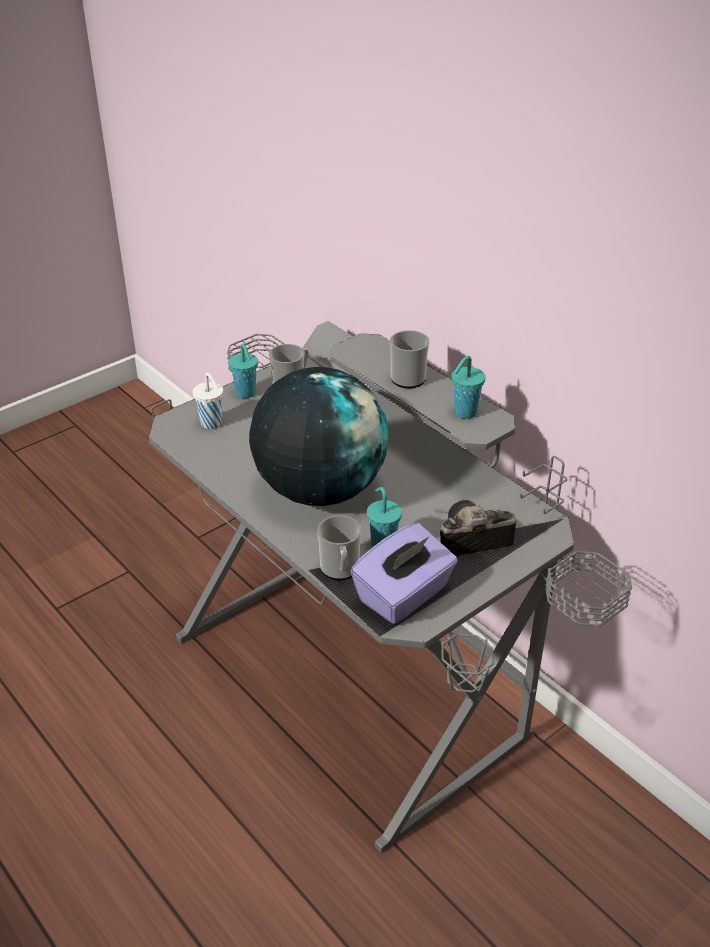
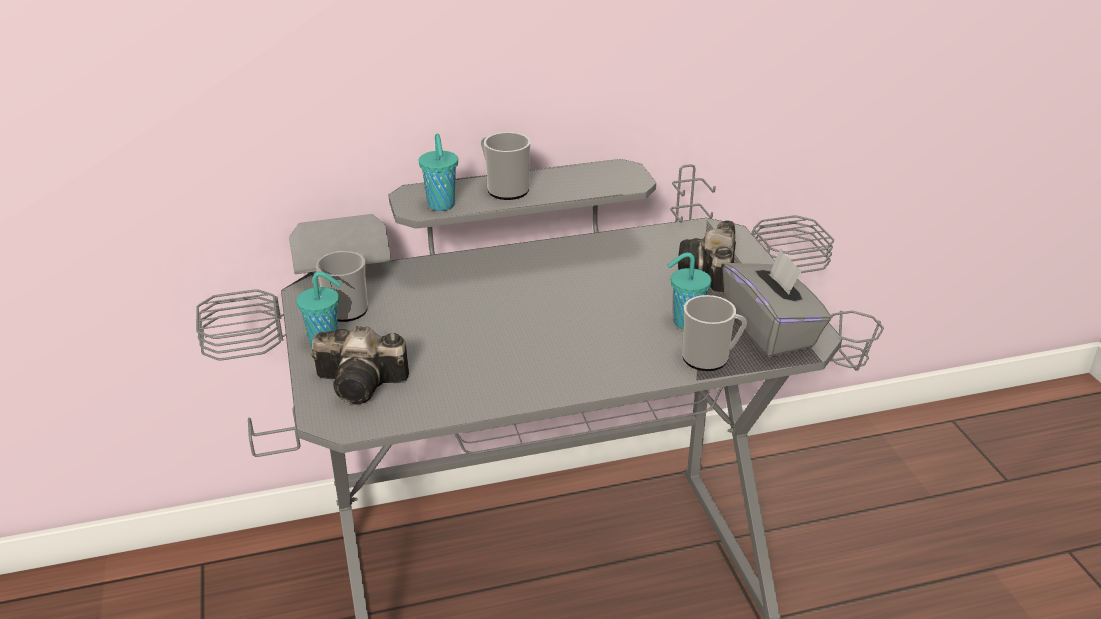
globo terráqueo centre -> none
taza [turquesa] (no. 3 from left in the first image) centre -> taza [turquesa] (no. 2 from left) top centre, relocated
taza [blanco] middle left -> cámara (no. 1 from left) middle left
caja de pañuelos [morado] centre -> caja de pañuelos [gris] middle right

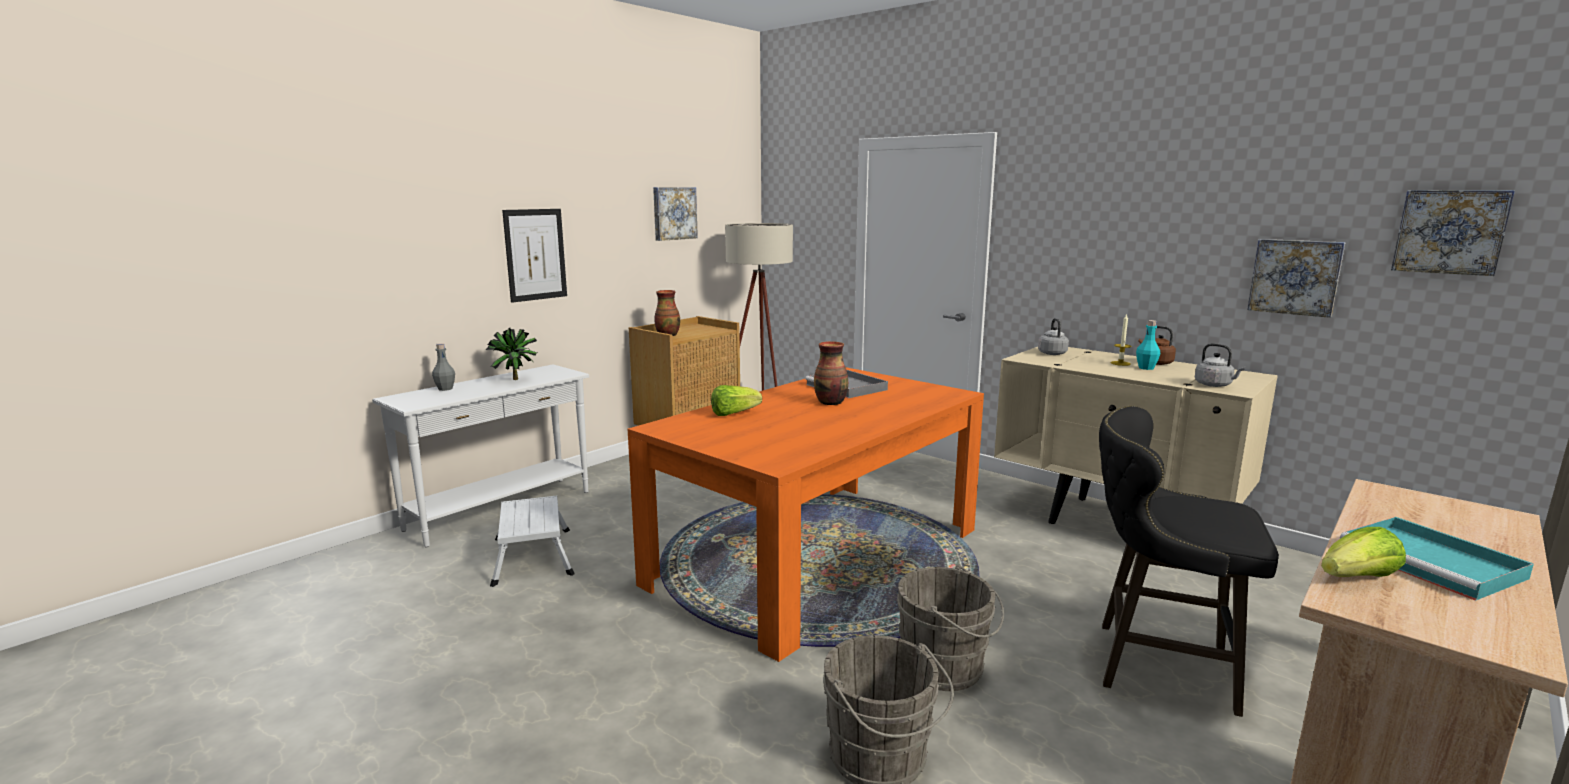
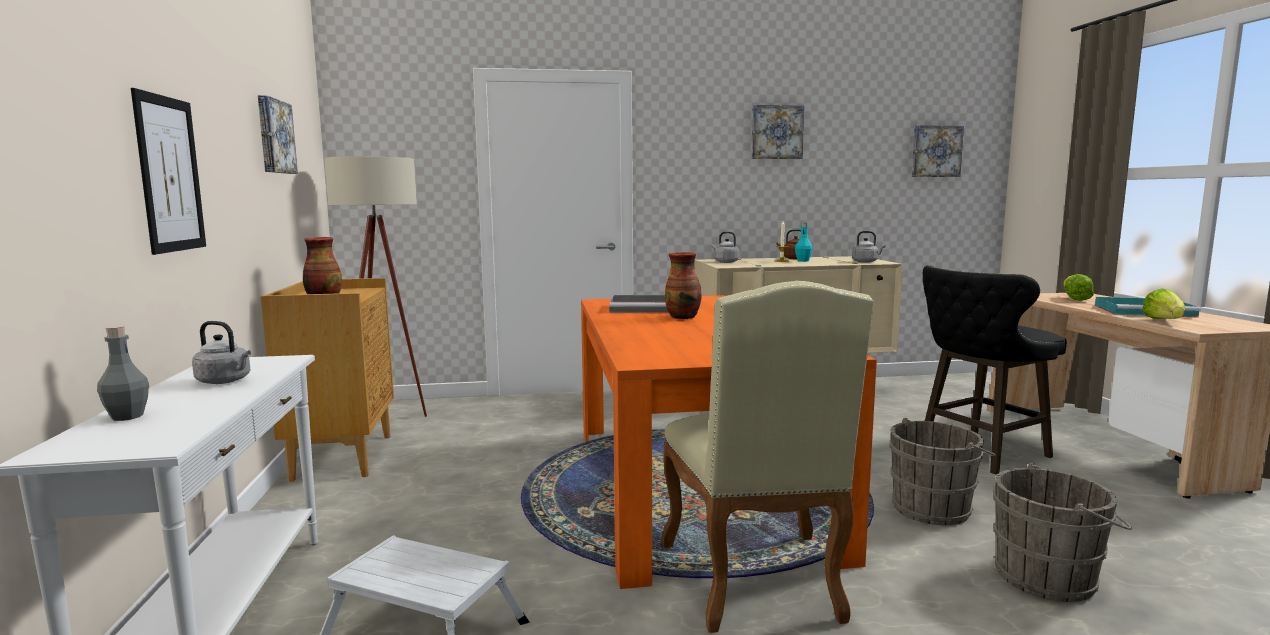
none -> silla [beis] bottom centre
lechuga (no. 1 from left) centre -> lechuga (no. 1 from left) middle right, relocated
cuadro (no. 3 from left) middle right -> cuadro (no. 3 from left) top centre, relocated
planta en maceta middle left -> hervidor [gris] (no. 1 from left) middle left

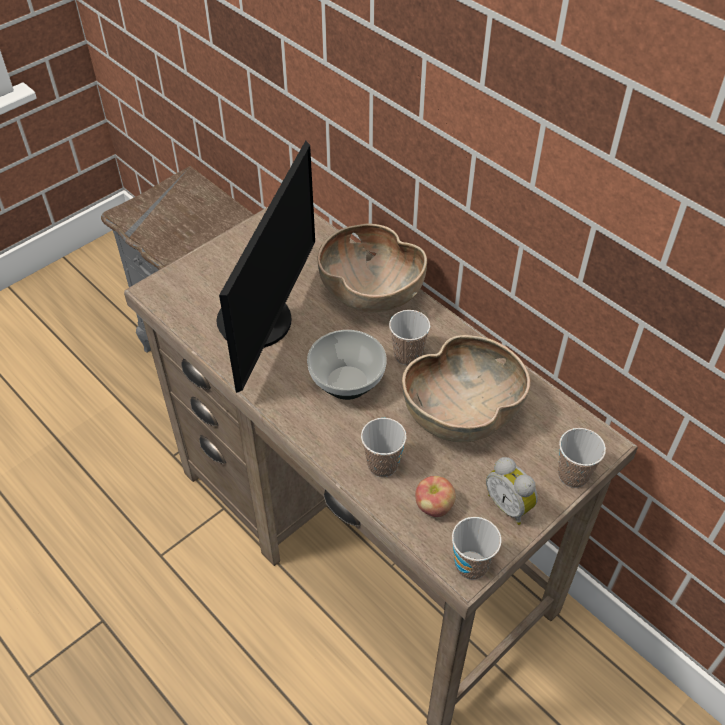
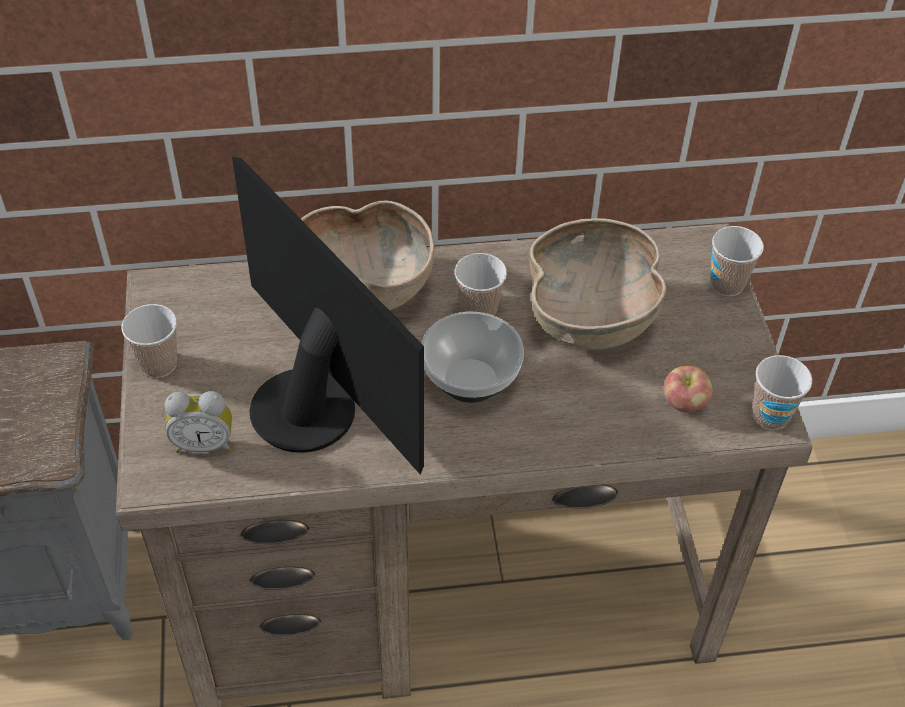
taza (no. 1 from left) centre -> taza (no. 1 from left) middle left, relocated
despertador bottom right -> despertador middle left, relocated

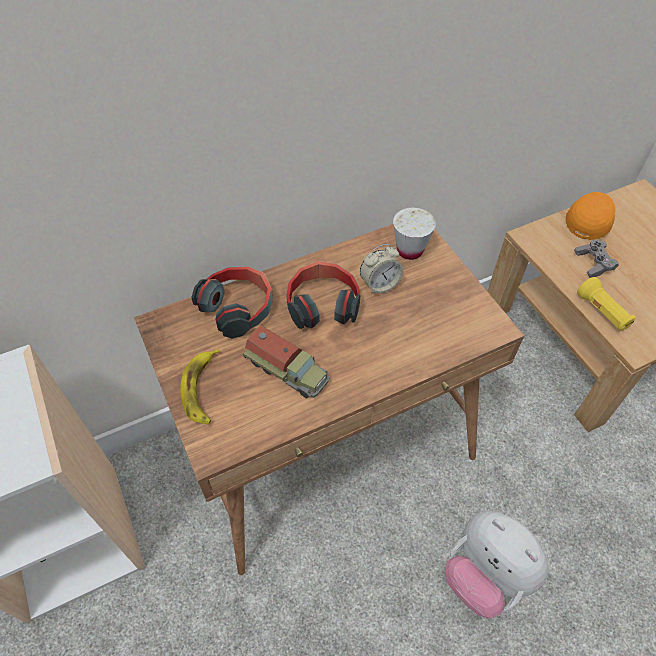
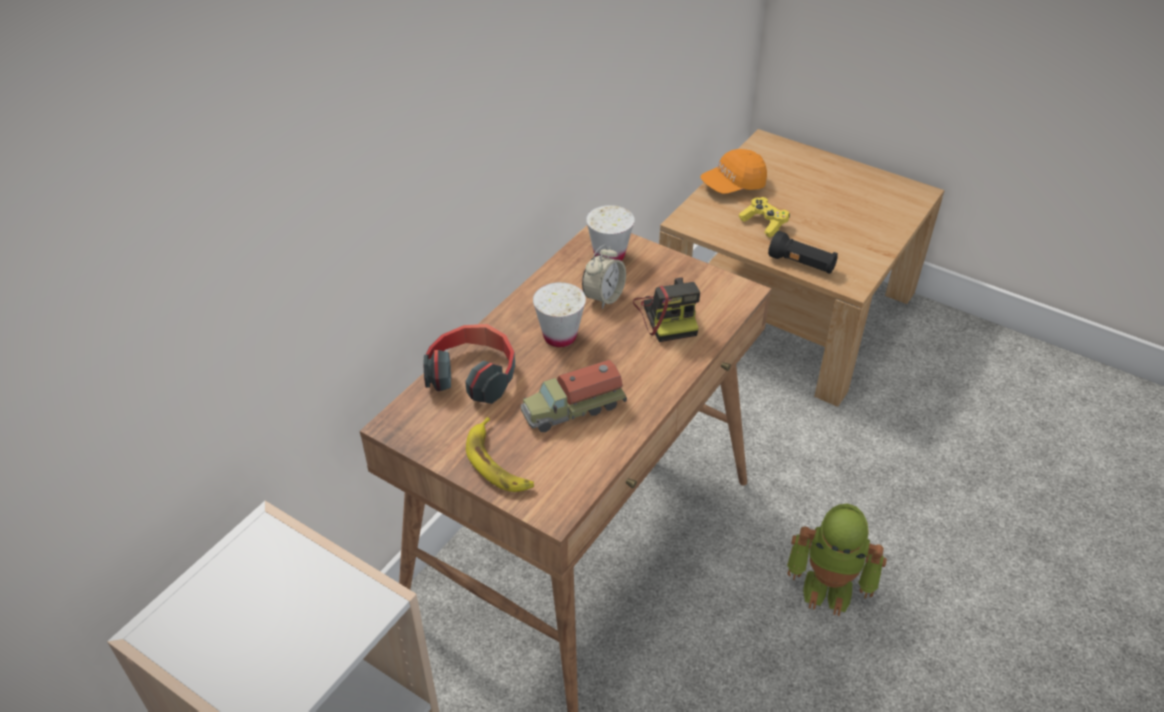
none -> cámara centre
auriculares (no. 2 from left) centre -> taza [blanco] (no. 1 from left) centre
peluche bottom right -> robot de juguete bottom right
mando de consola [gris] middle right -> mando de consola [amarillo] top centre
linterna [amarillo] middle right -> linterna [negro] middle right
camión de juguete centre, 150 degrees clockwise
gorra [naranja] top right -> gorra [naranja] top centre, 120 degrees counterclockwise

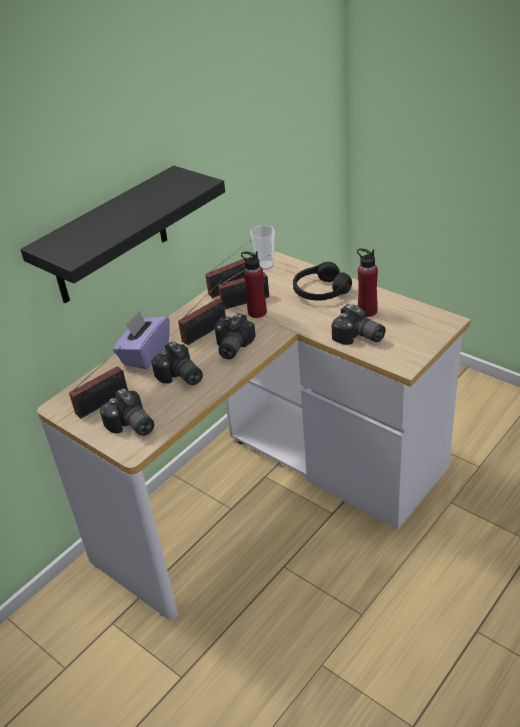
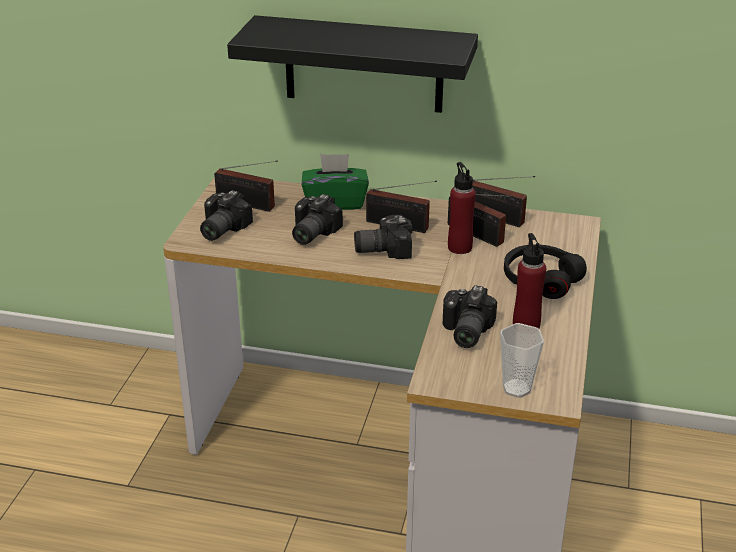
taza centre -> taza middle right, relocated
caja de pañuelos [morado] middle left -> caja de pañuelos [verde] top centre

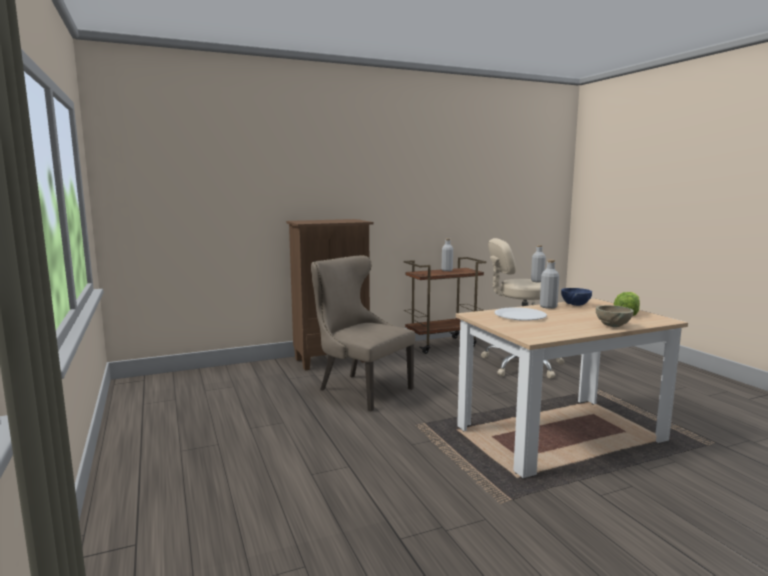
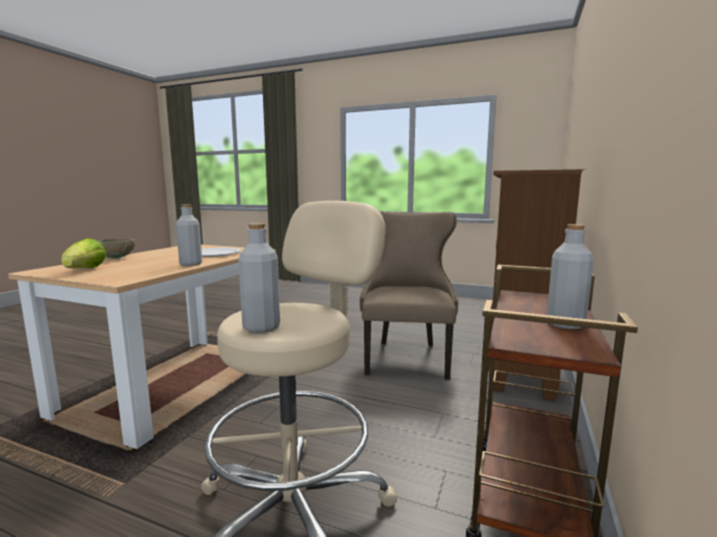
cuenco [azul] middle right -> none
silla [beis] centre, 75 degrees counterclockwise

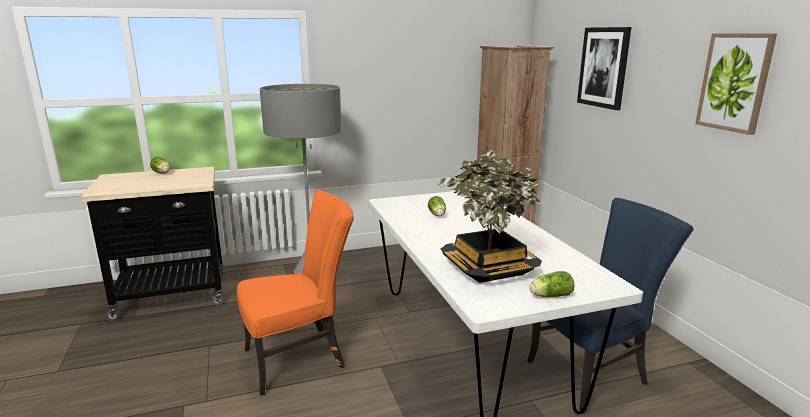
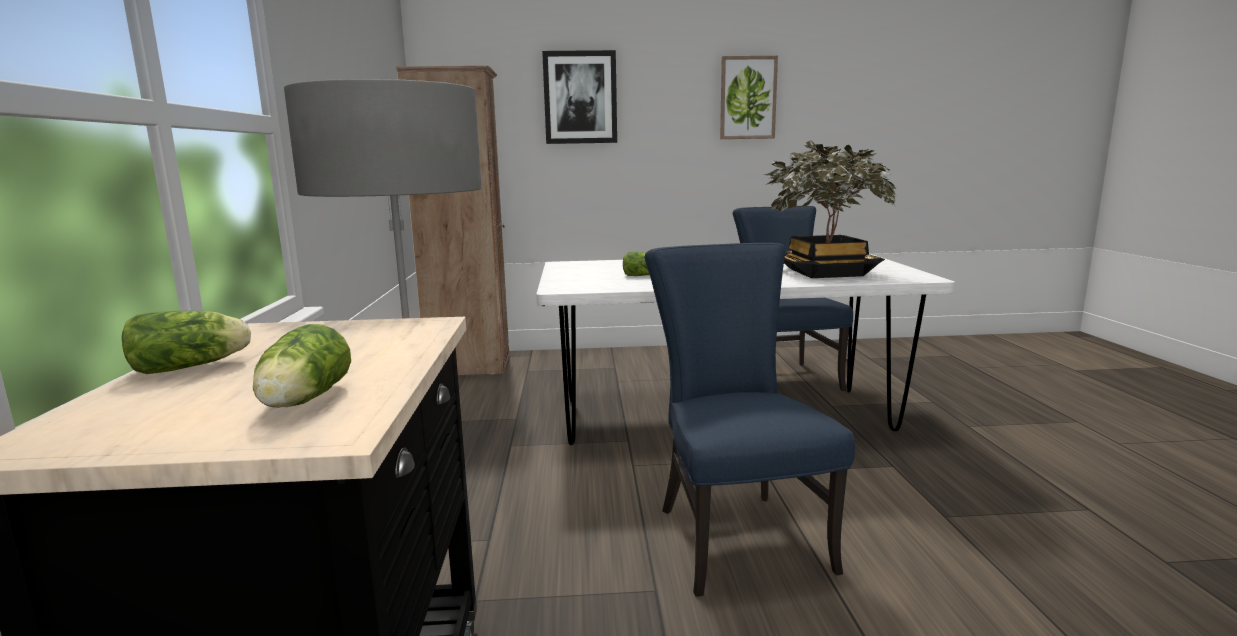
lechuga (no. 3 from left in the first image) bottom right -> lechuga (no. 2 from left) middle left, relocated
silla [naranja] bottom centre -> silla [azul] (no. 1 from left) centre

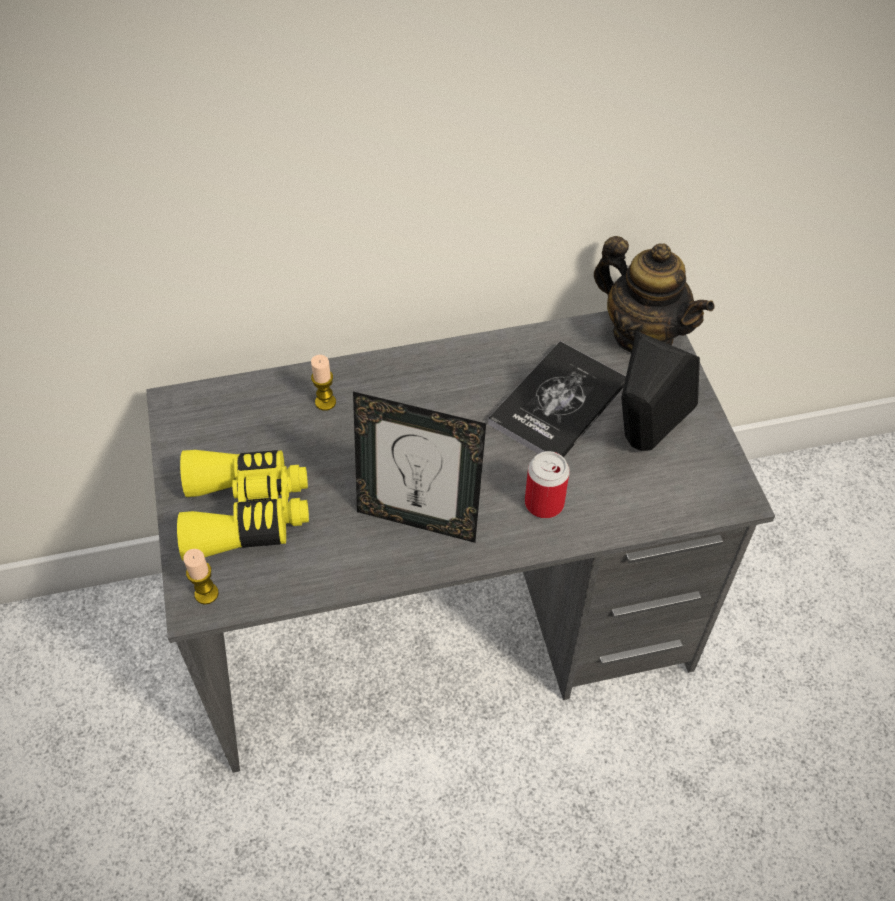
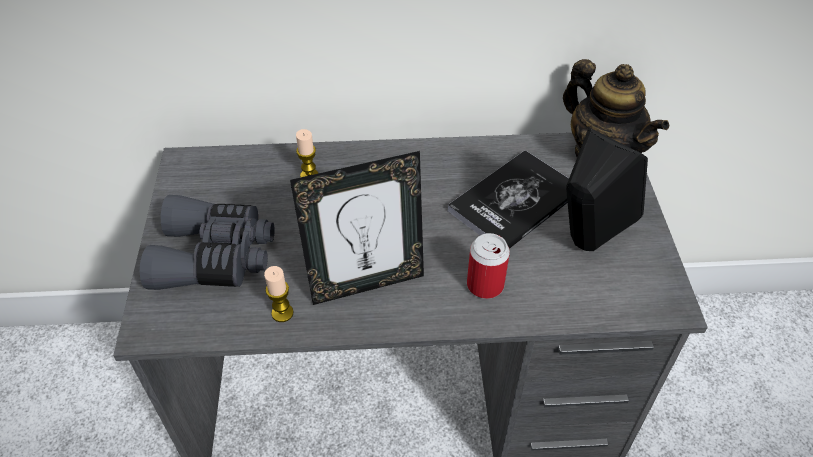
vela (no. 1 from left) middle left -> vela (no. 1 from left) centre, relocated
prismáticos [amarillo] middle left -> prismáticos [gris] middle left
portarretratos centre, 45 degrees counterclockwise

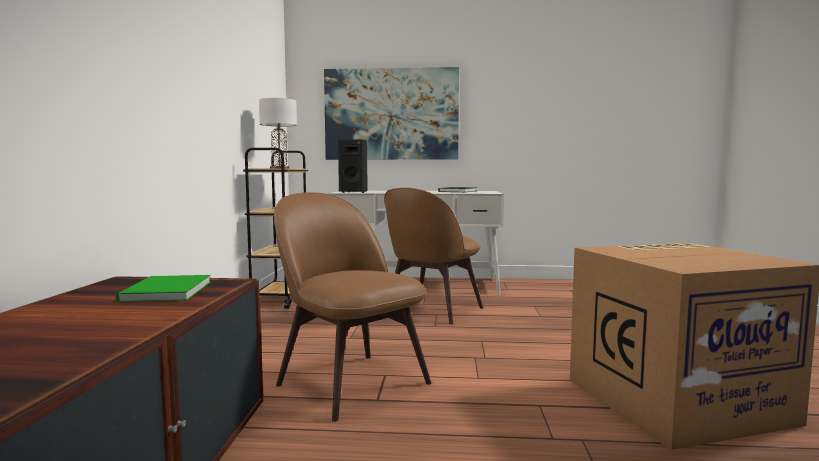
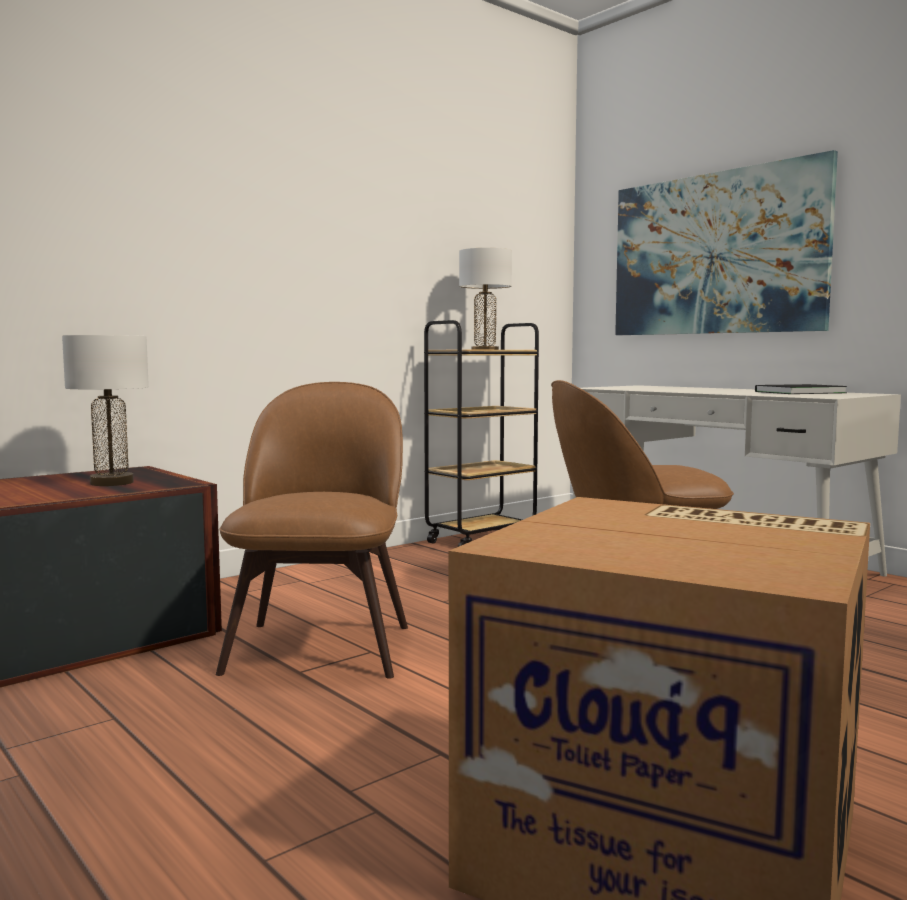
altavoz [negro] centre -> none
libro [verde] middle left -> lámpara de mesa (no. 1 from left) middle left

